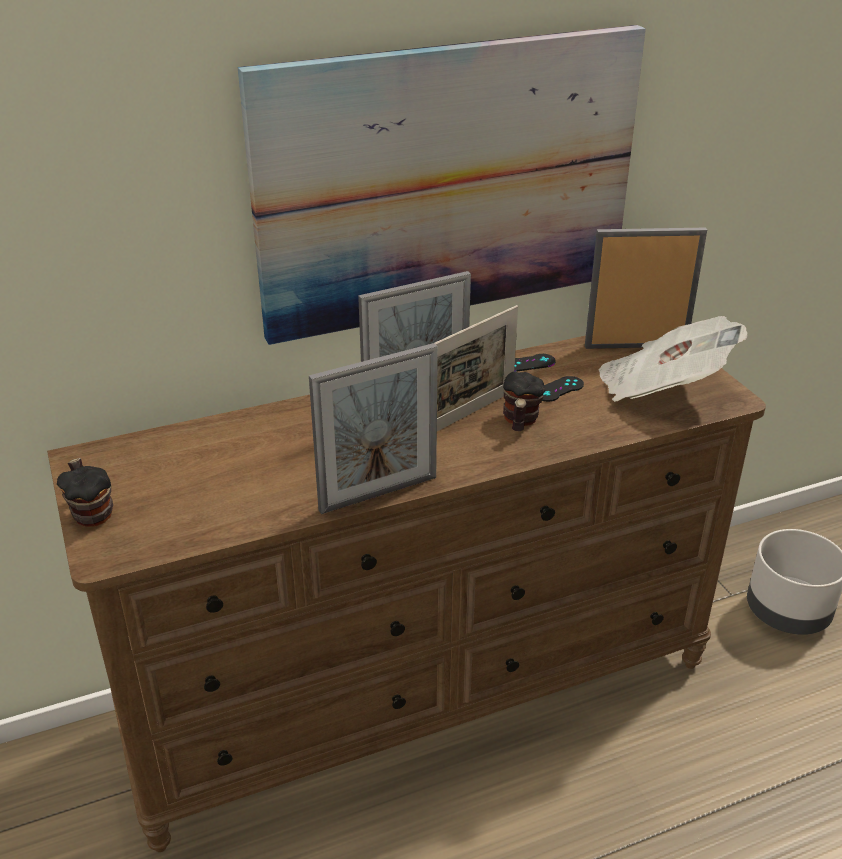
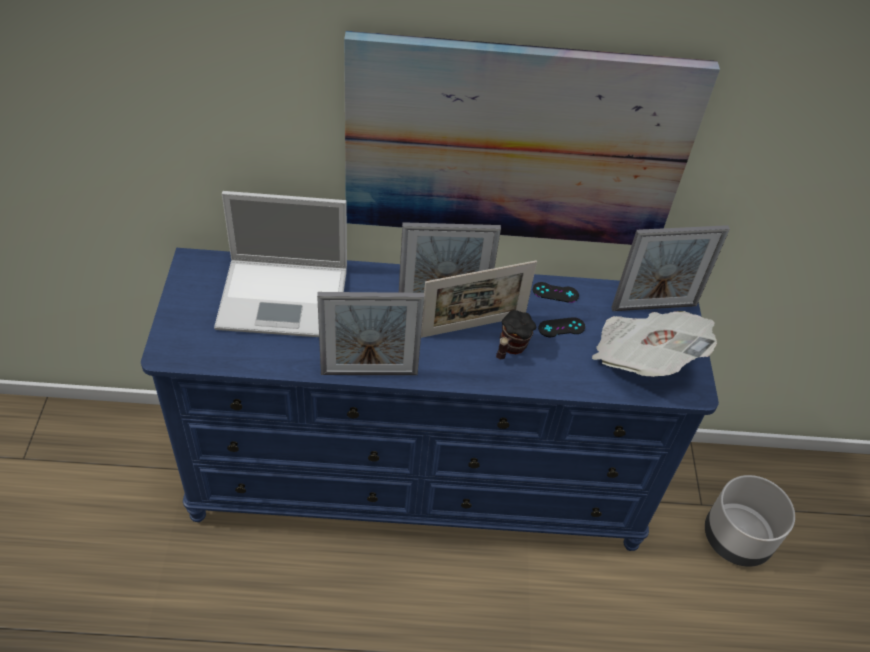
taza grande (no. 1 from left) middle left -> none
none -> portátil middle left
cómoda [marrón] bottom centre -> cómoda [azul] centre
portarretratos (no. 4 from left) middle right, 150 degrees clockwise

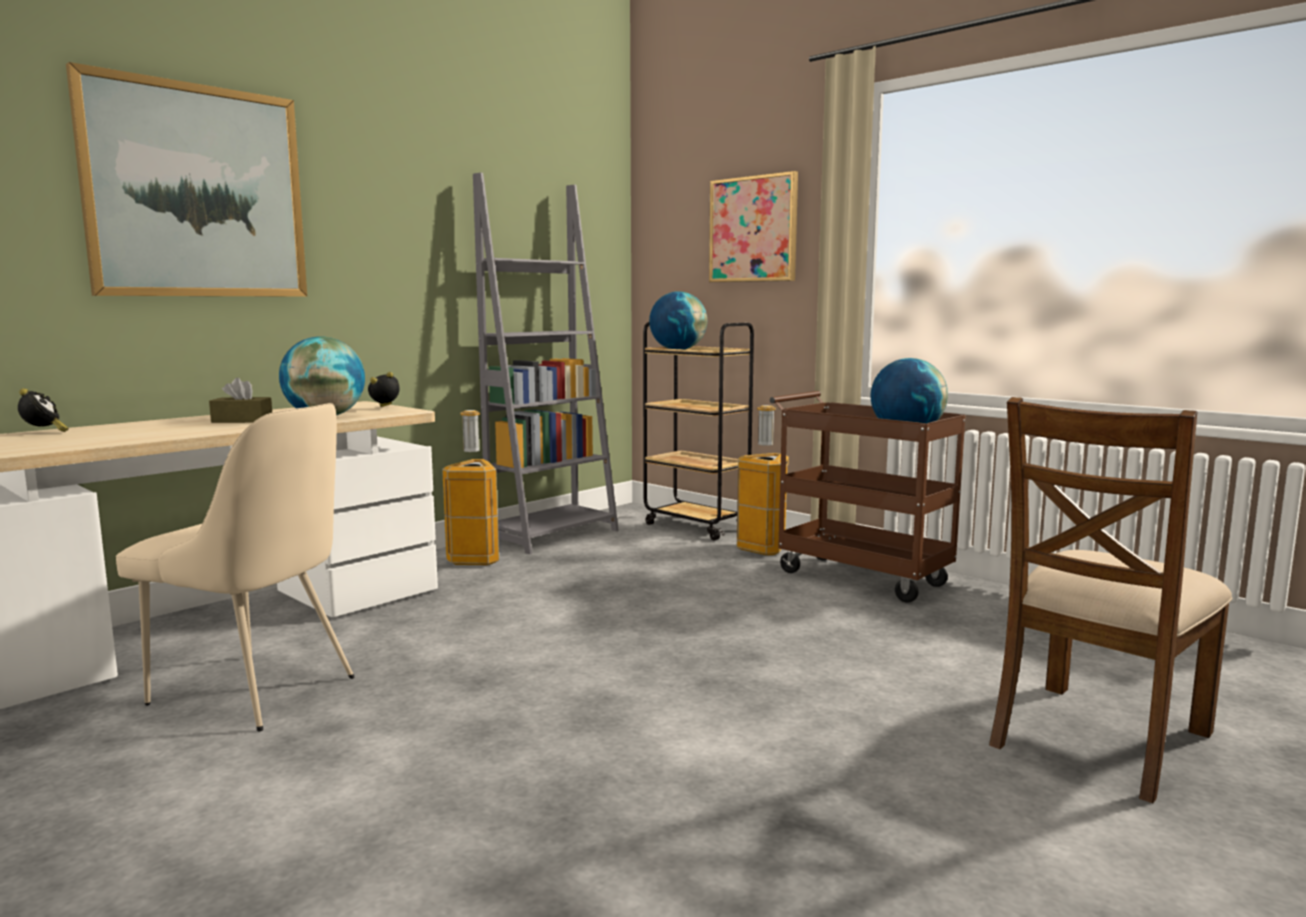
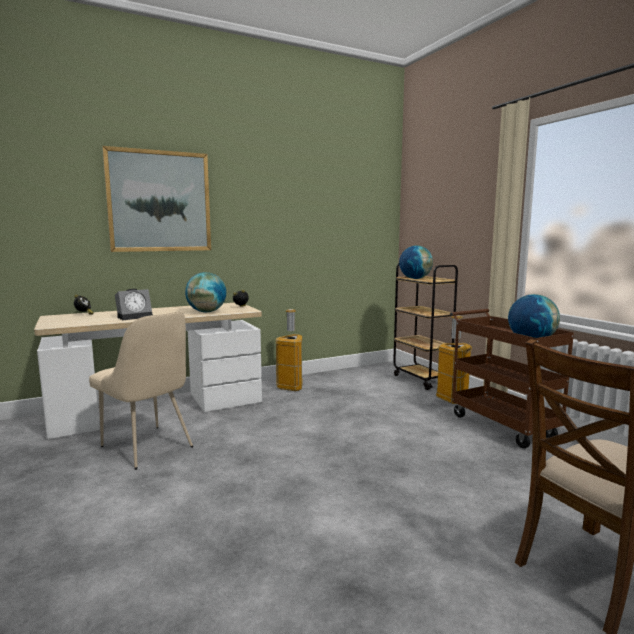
caja de pañuelos [marrón] middle left -> none
estantería [gris] centre -> none
cuadro (no. 2 from left) top centre -> none
none -> despertador (no. 2 from left) middle left

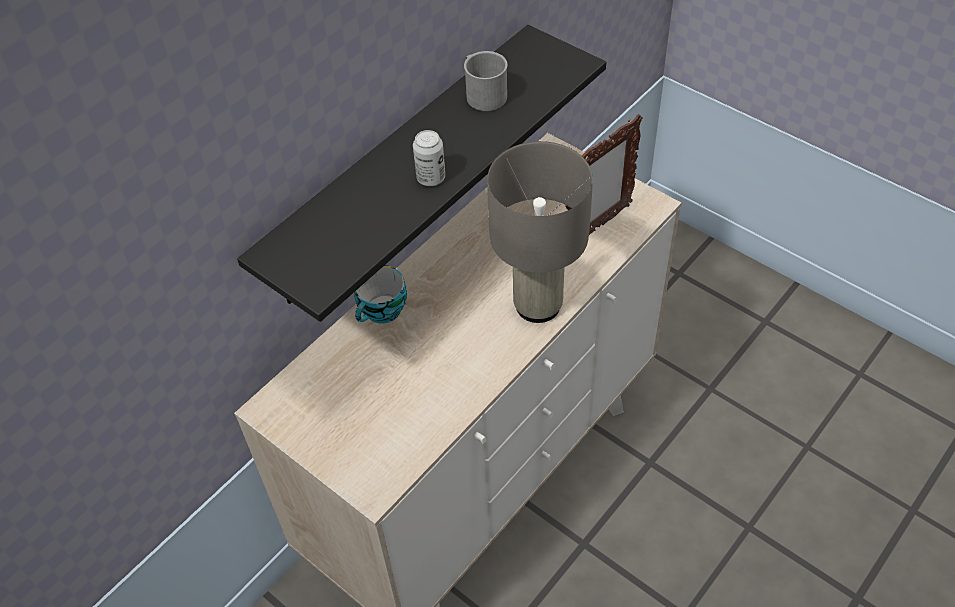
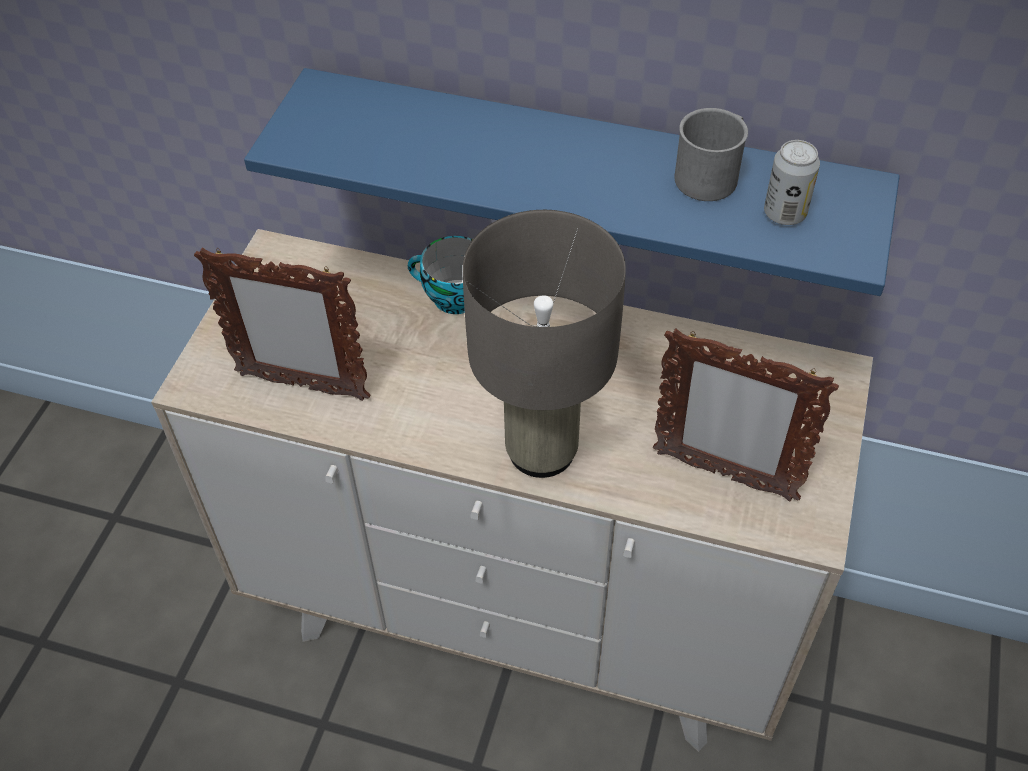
none -> portarretratos (no. 1 from left) middle left
lata top centre -> lata top right, relocated
estante [negro] top centre -> estante [azul] top centre

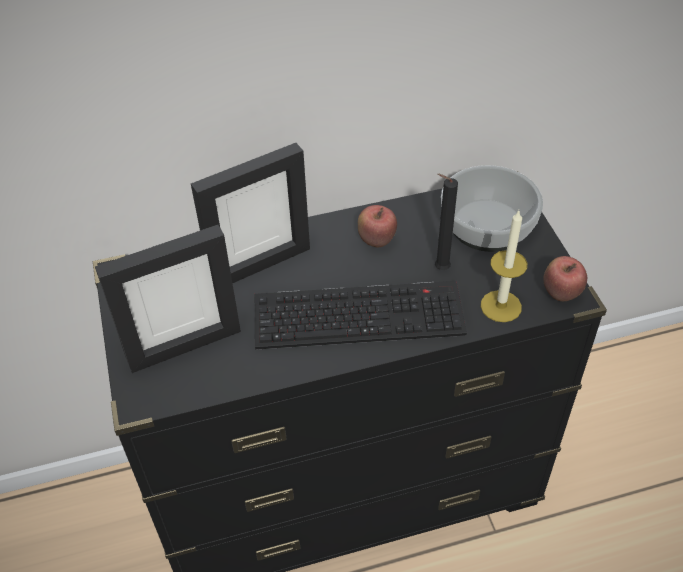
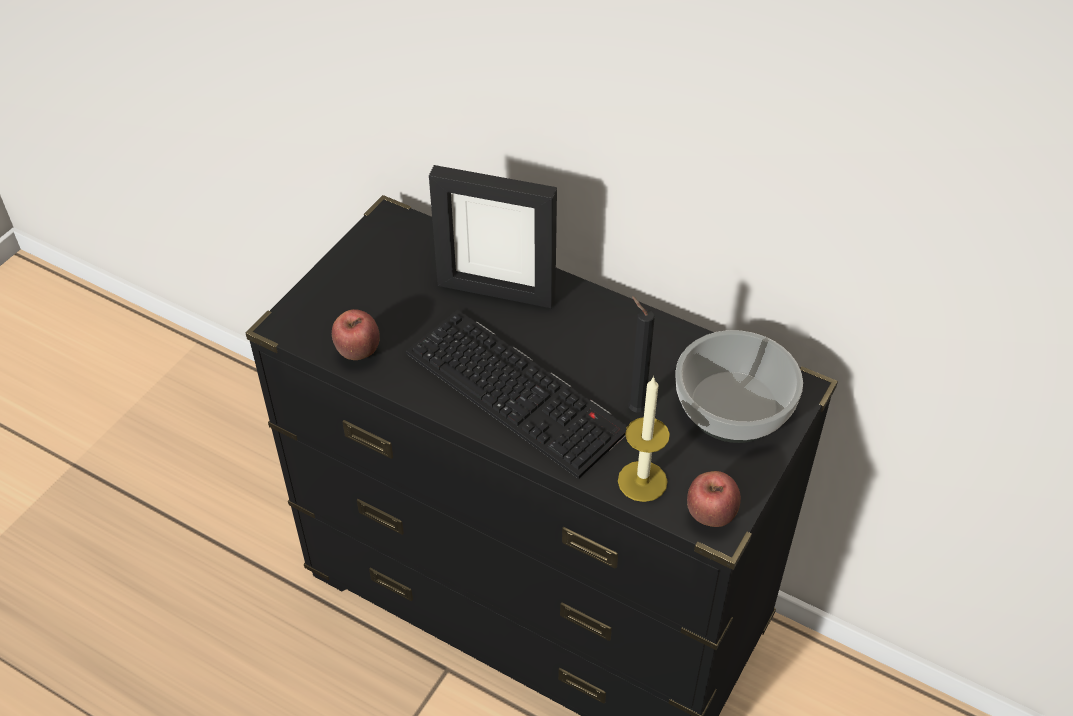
portarretratos (no. 1 from left) middle left -> none
manzana (no. 1 from left) centre -> manzana (no. 1 from left) middle left, relocated

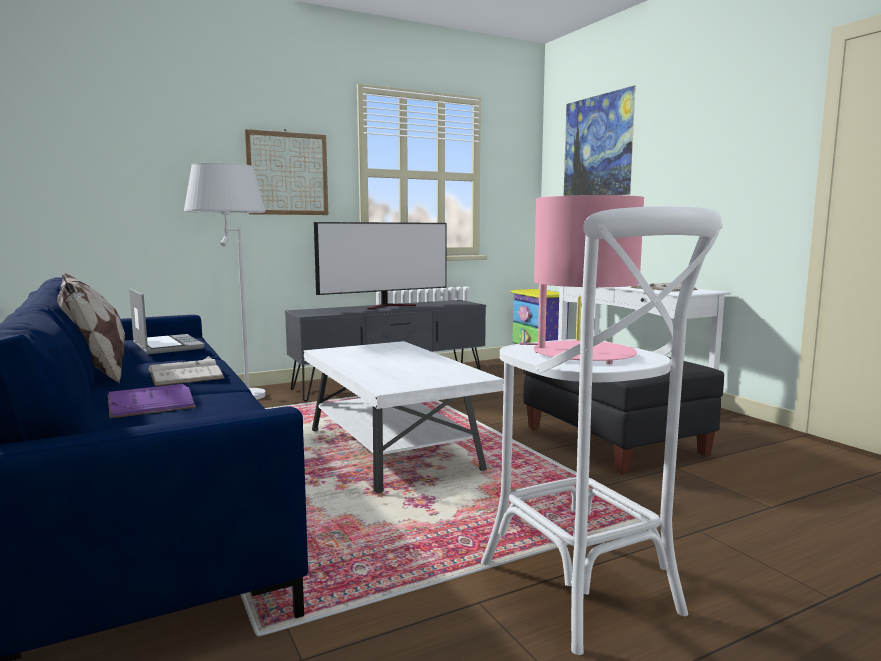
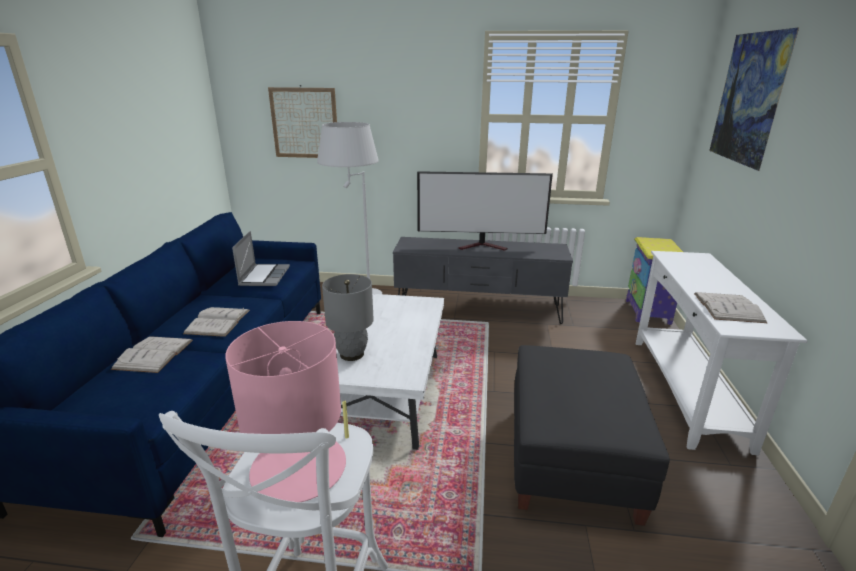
cojín middle left -> none
none -> lámpara de mesa [gris] centre
cuadro (no. 1 from left) top left -> cuadro (no. 1 from left) top centre, relocated
libro [morado] middle left -> libro [blanco] (no. 1 from left) middle left

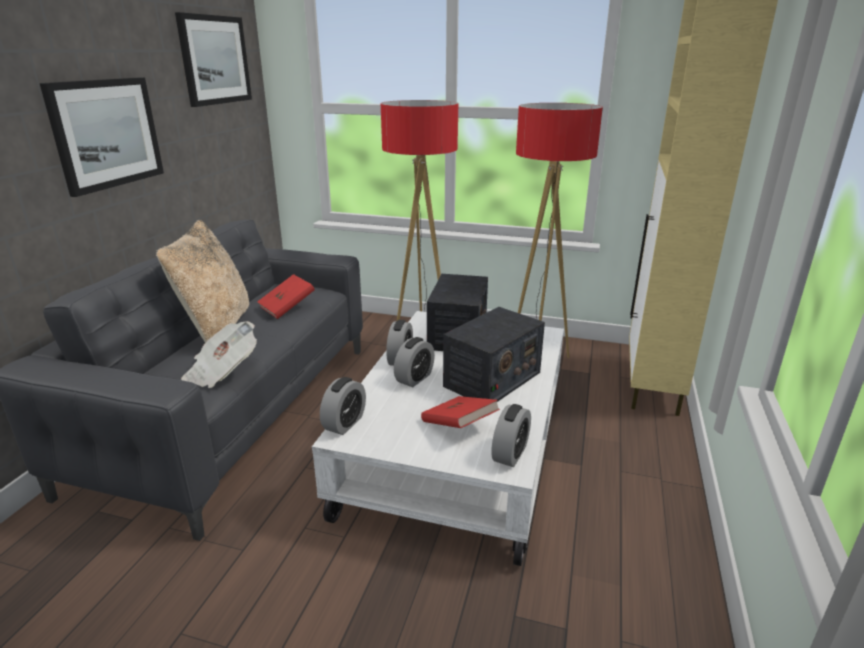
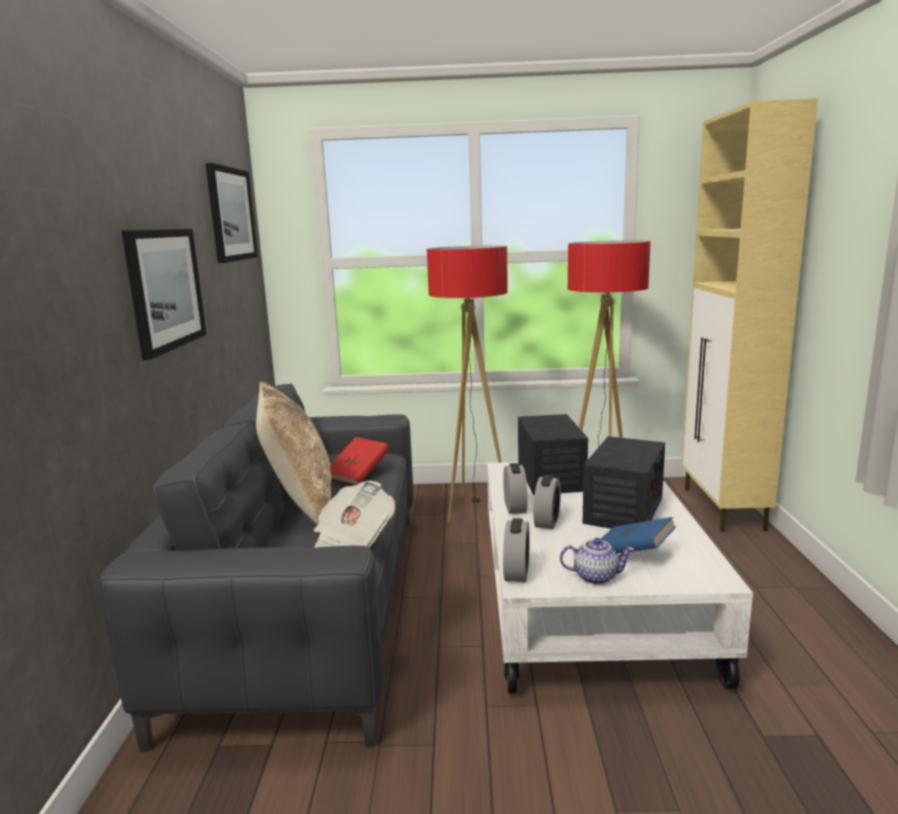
despertador (no. 4 from left) bottom centre -> none
none -> tetera bottom centre
libro [rojo] (no. 2 from left) centre -> libro [azul] middle right

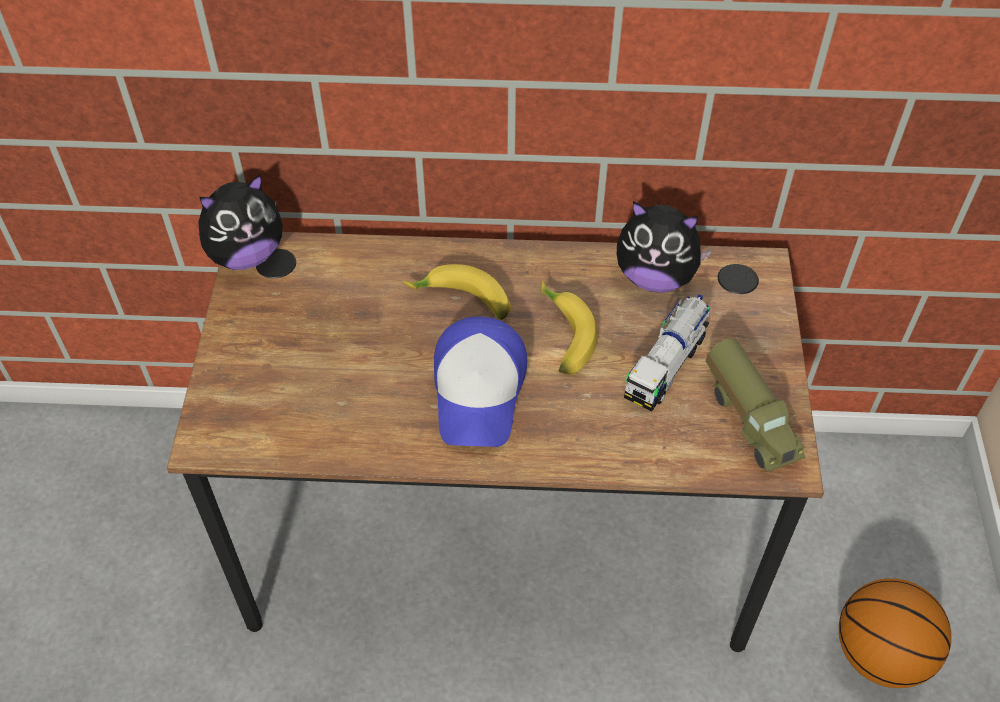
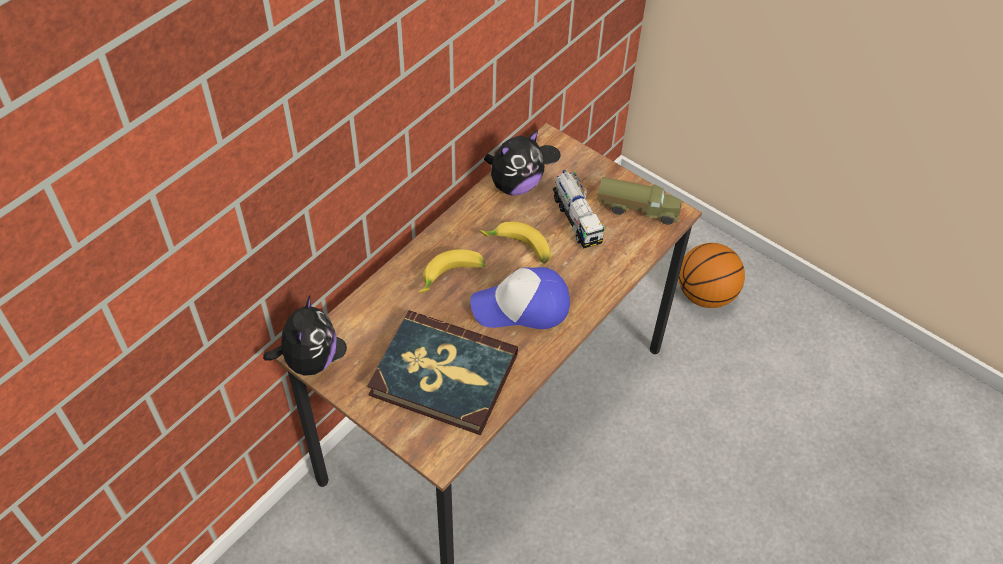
none -> libro centre
gorra centre, 135 degrees clockwise

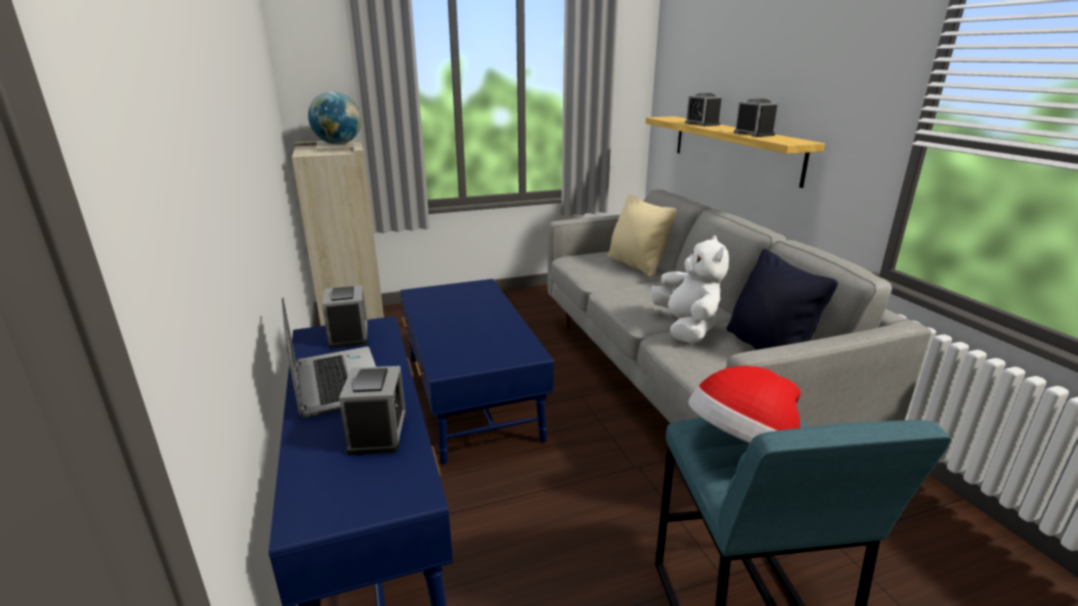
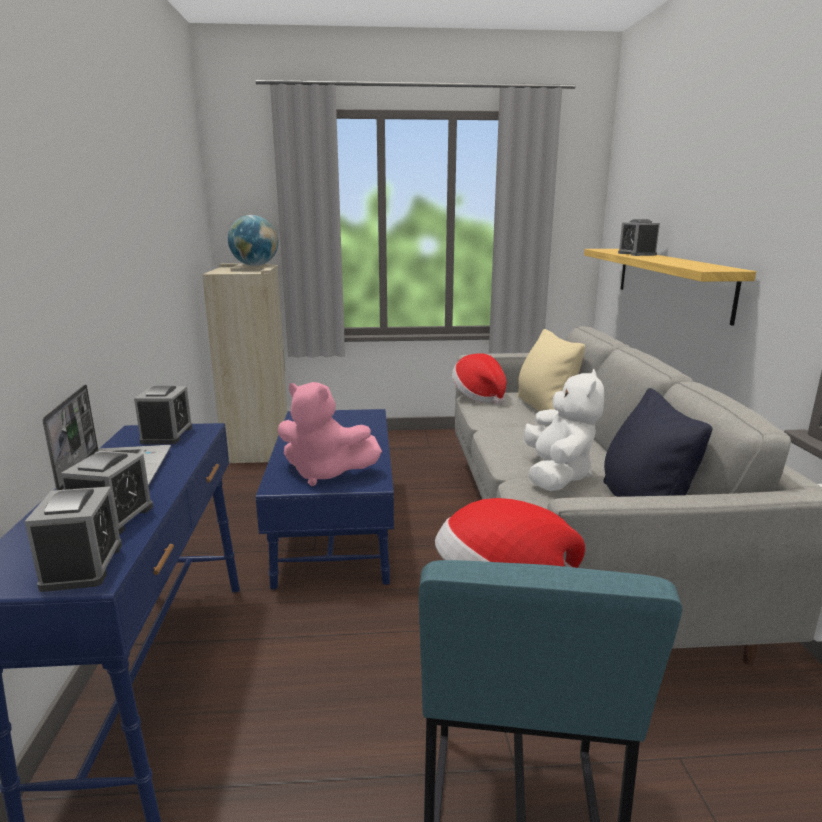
none -> peluche [rosa] centre
none -> sombrero (no. 1 from left) centre
despertador (no. 4 from left in the first image) top right -> despertador (no. 1 from left) middle left, relocated

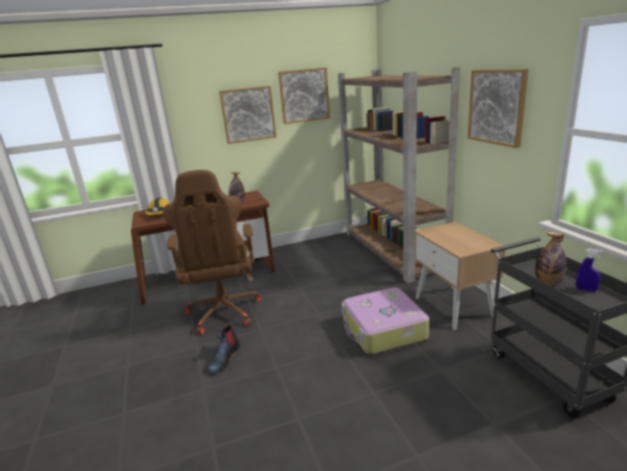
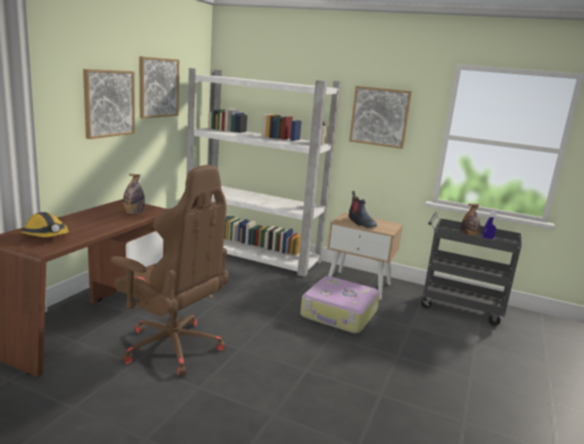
bota bottom centre -> bota centre, relocated
estantería [marrón] centre -> estantería [blanco] centre

